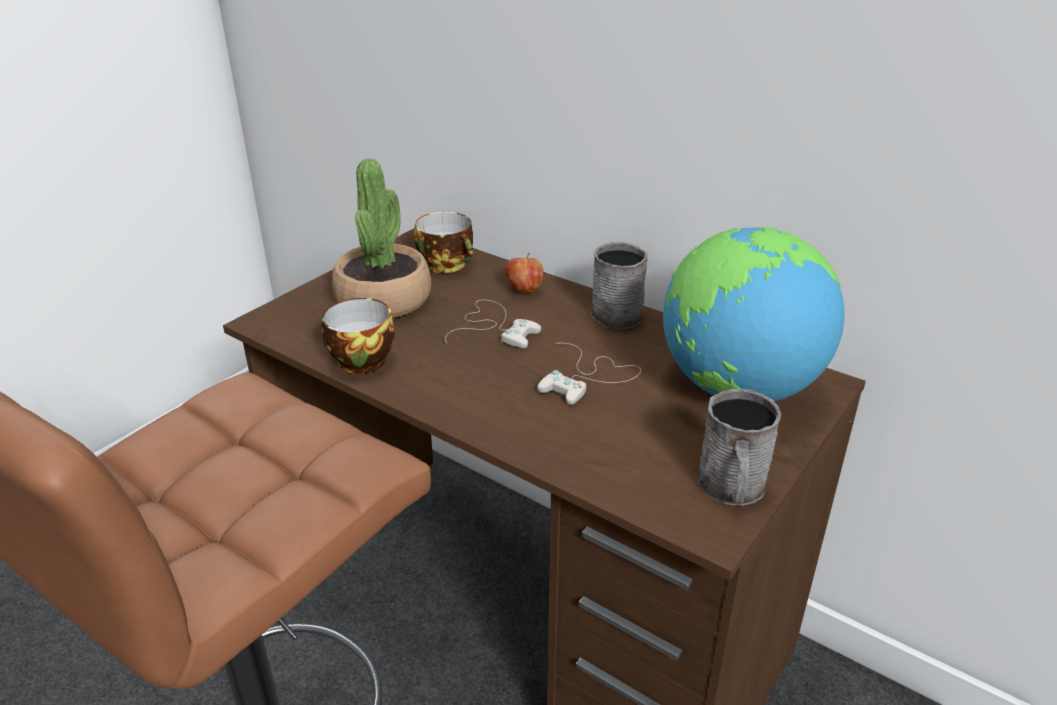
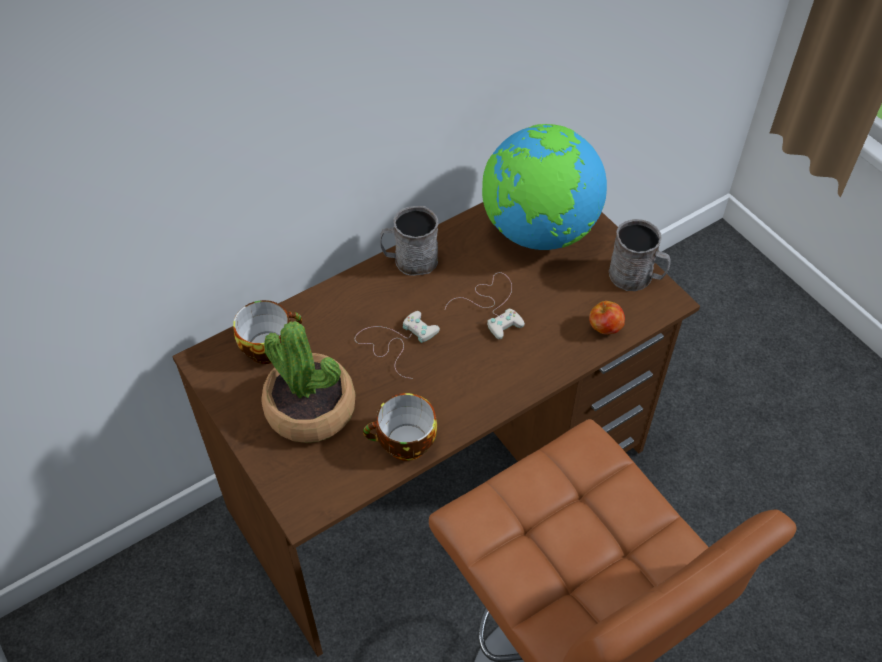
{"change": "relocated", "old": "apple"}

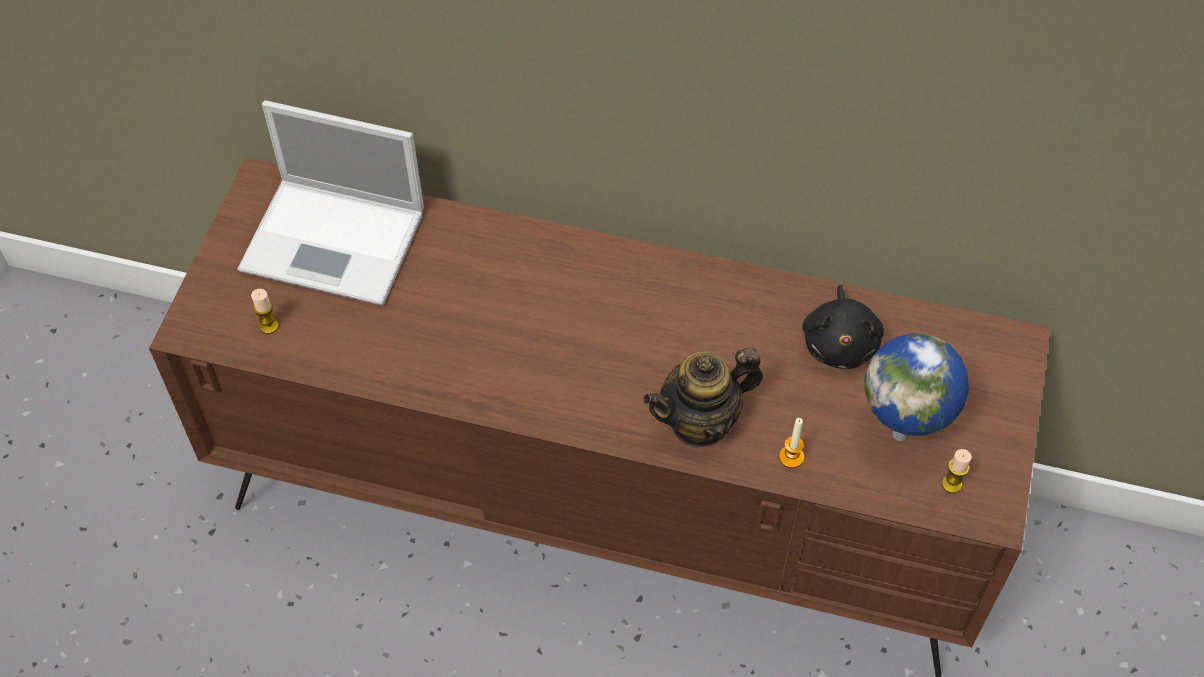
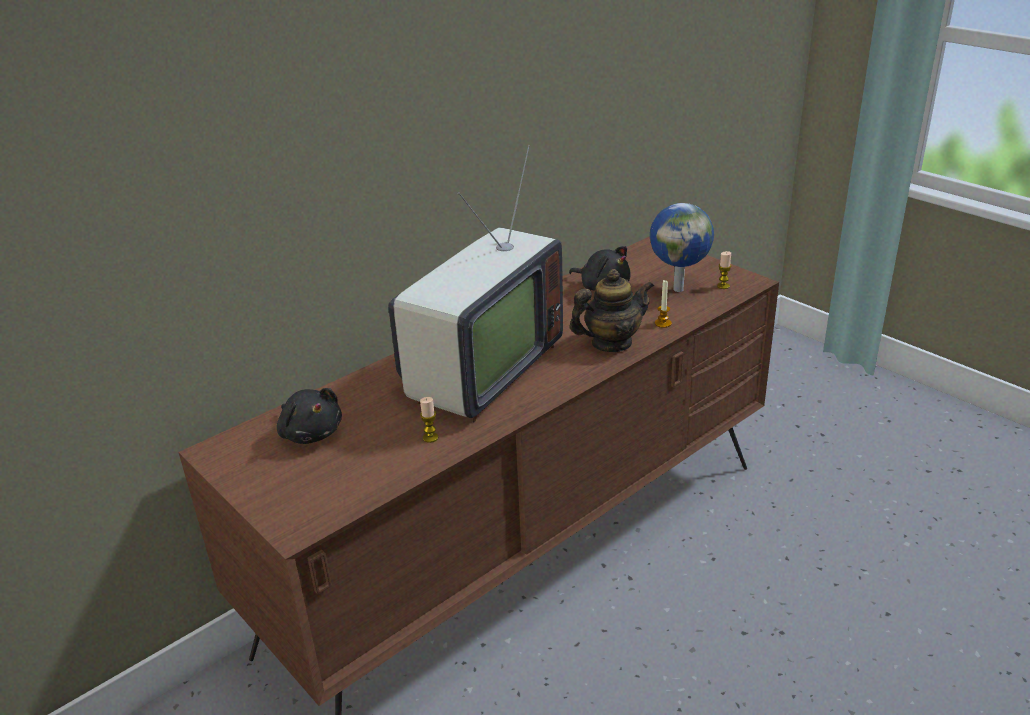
{"change": "exchanged", "old": "laptop", "new": "black plush toy (no. 1 from left)"}
{"change": "appeared", "new": "television"}
{"change": "relocated", "old": "candle (no. 1 from left)"}
{"change": "spun", "old": "teapot", "degrees": -120}

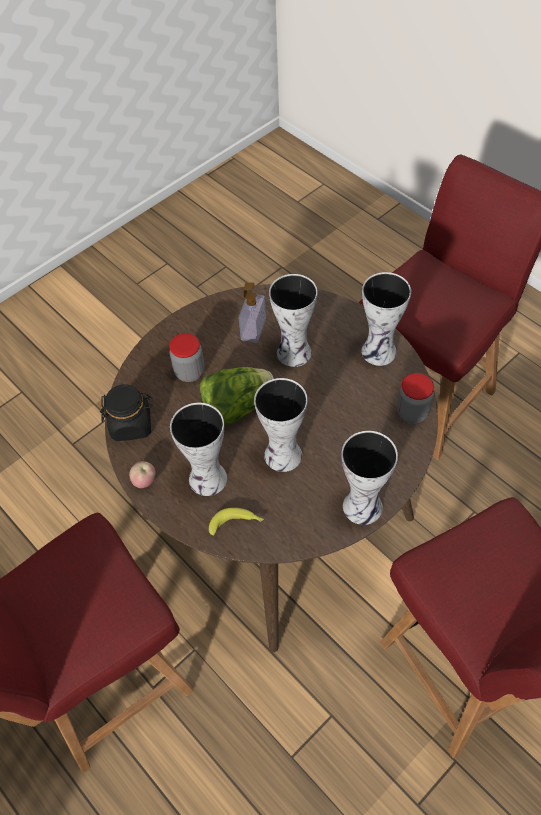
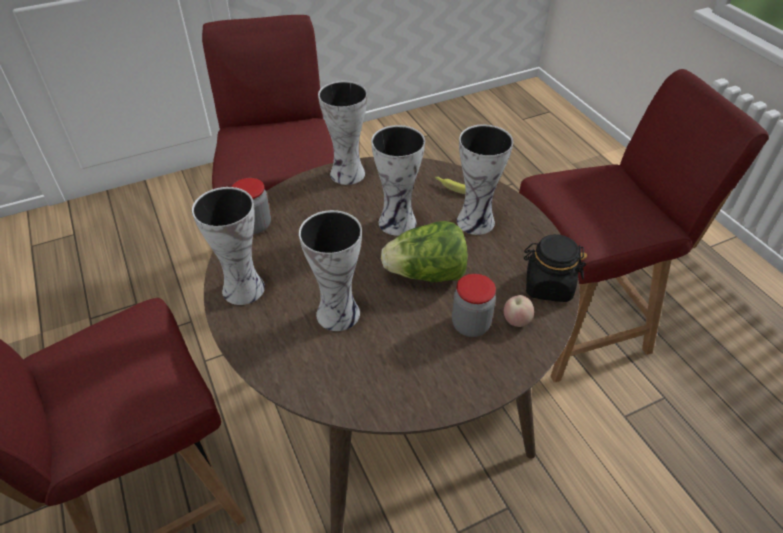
{"change": "relocated", "old": "apple"}
{"change": "missing", "old": "soap dispenser"}

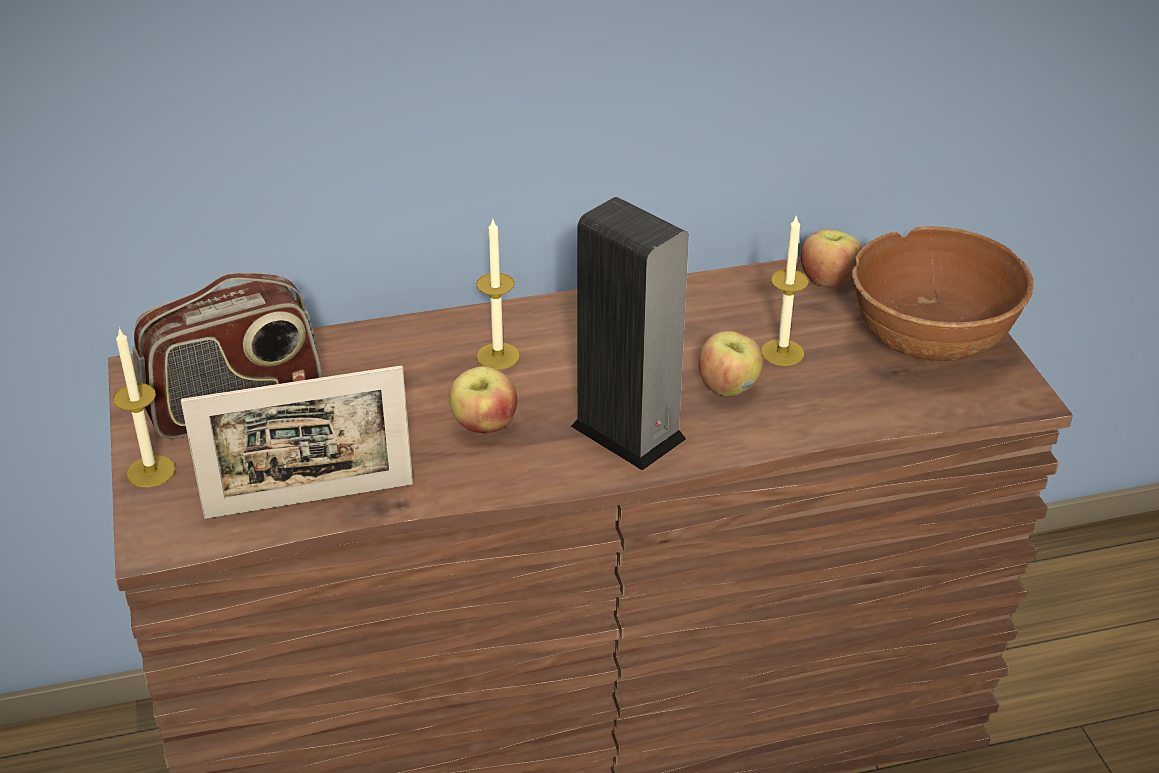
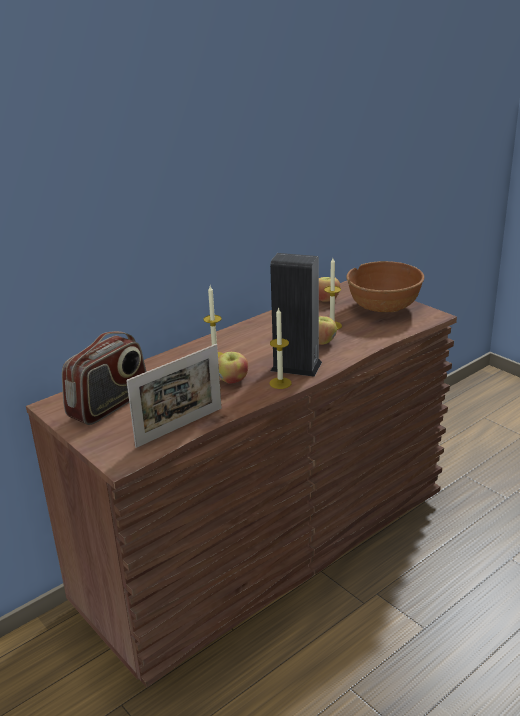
{"change": "relocated", "old": "candle (no. 1 from left in the first image)", "new": "candle (no. 2 from left)"}

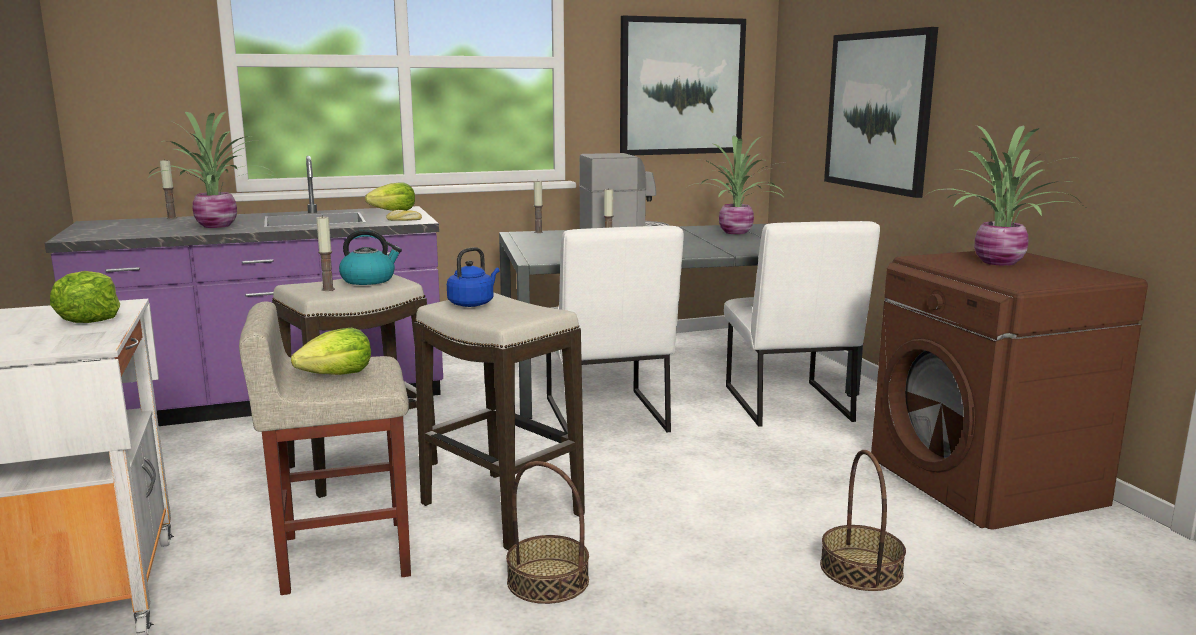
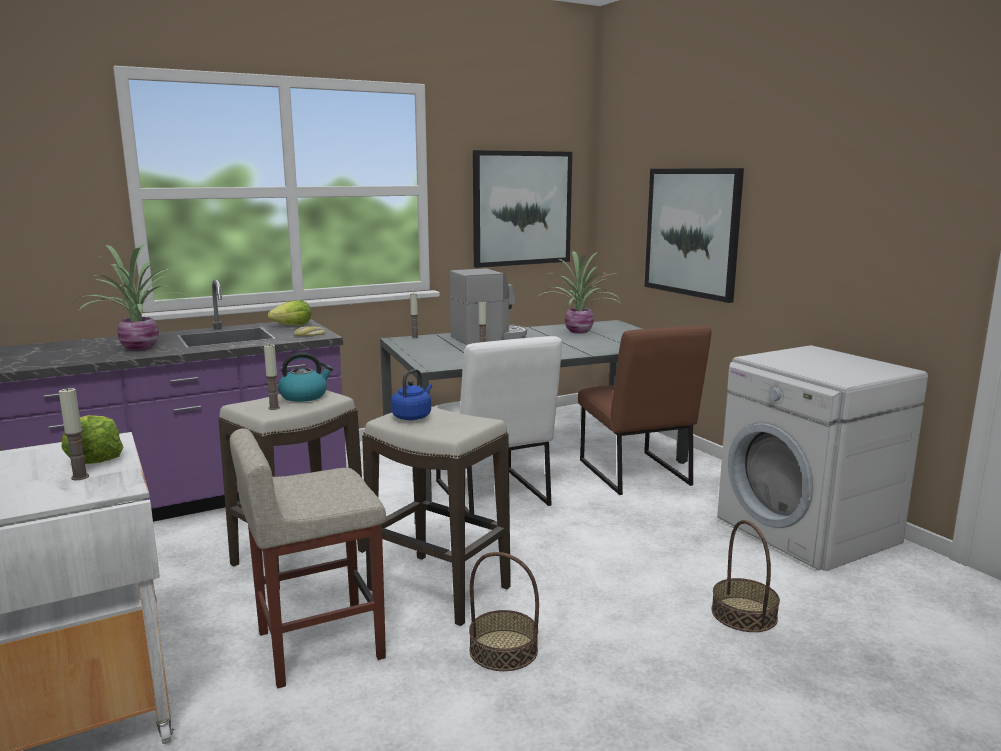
{"change": "relocated", "old": "candle (no. 1 from left)"}
{"change": "colour", "old": "white chair (no. 2 from left)", "new": "brown chair"}
{"change": "colour", "old": "brown washing machine", "new": "white washing machine"}
{"change": "missing", "old": "lettuce (no. 2 from left)"}
{"change": "missing", "old": "potted plant (no. 3 from left)"}

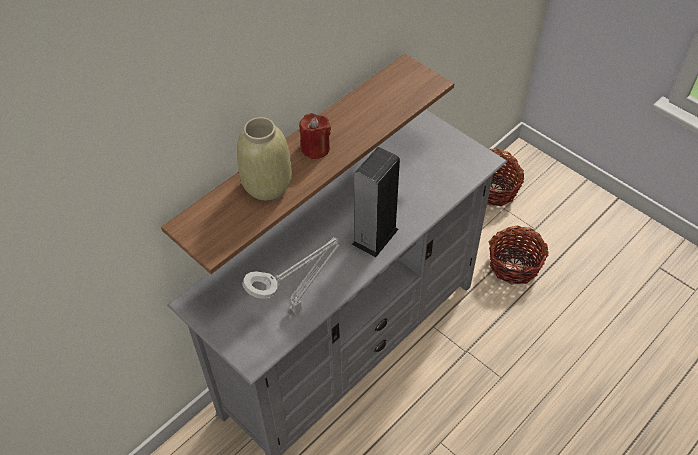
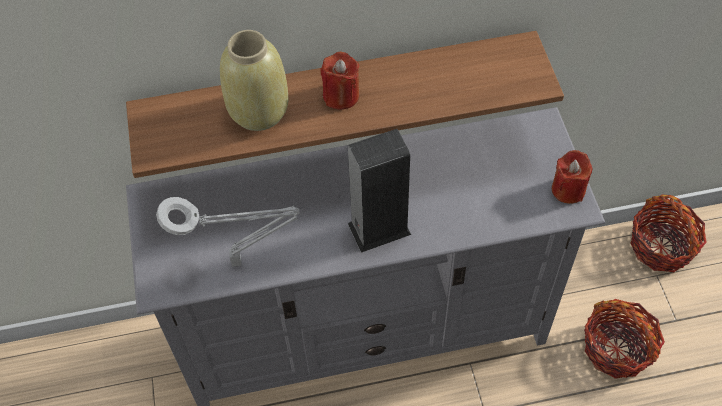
{"change": "appeared", "new": "red candle (no. 2 from left)"}

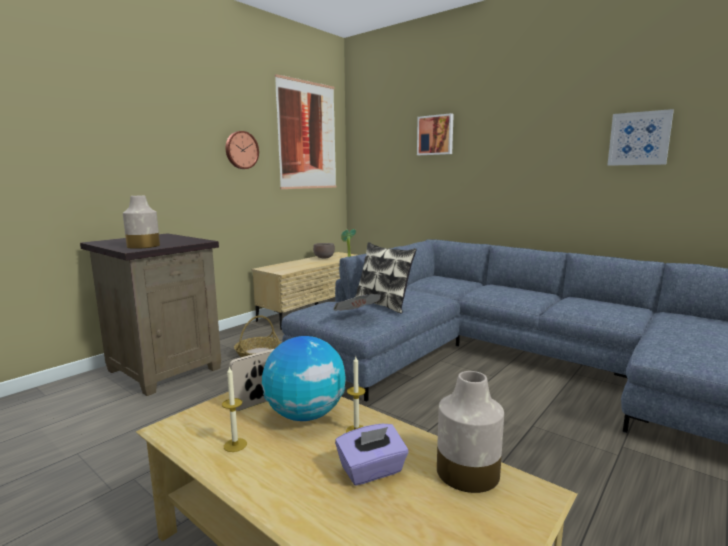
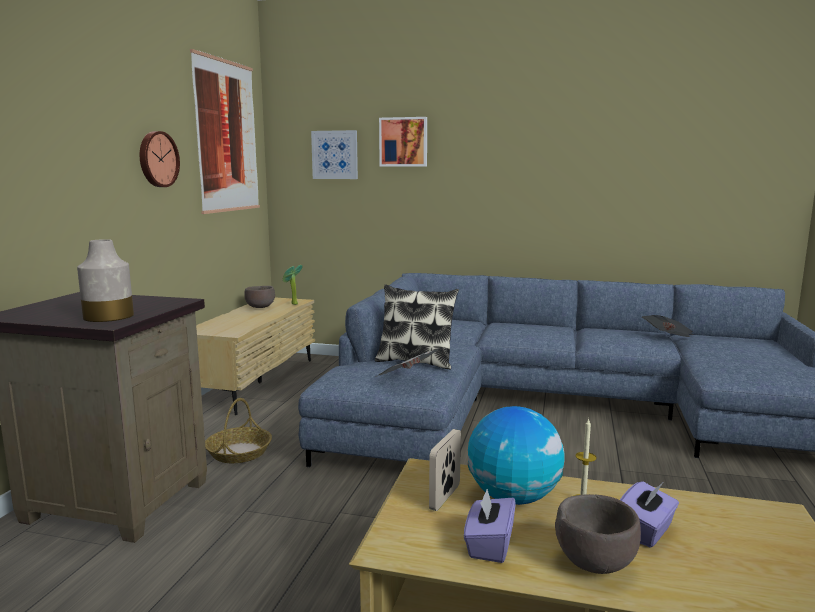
{"change": "relocated", "old": "picture (no. 3 from left in the first image)", "new": "picture (no. 2 from left)"}
{"change": "exchanged", "old": "candle (no. 1 from left)", "new": "purple tissue box (no. 1 from left)"}
{"change": "appeared", "new": "brown bowl (no. 2 from left)"}
{"change": "appeared", "new": "newspaper (no. 2 from left)"}
{"change": "missing", "old": "beige vase (no. 2 from left)"}

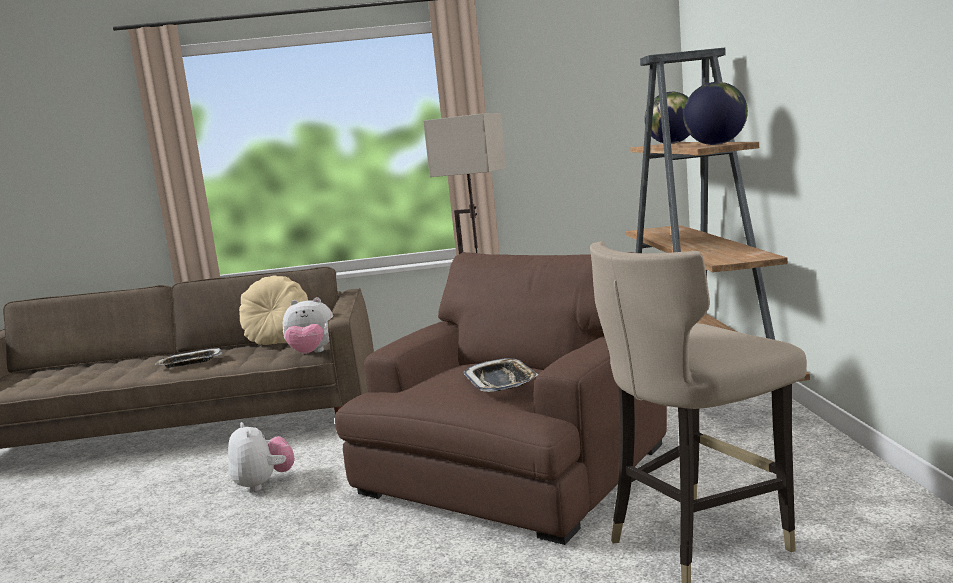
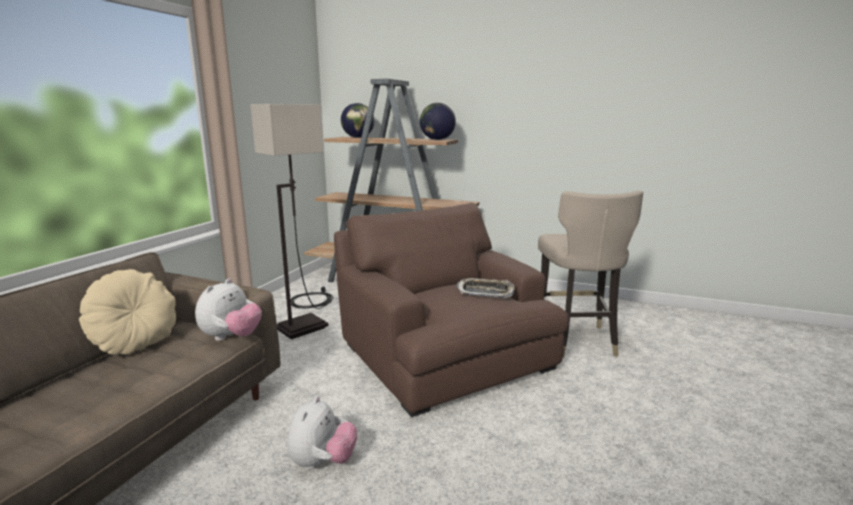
{"change": "spun", "old": "plush toy (no. 1 from left in the first image)", "degrees": 105}
{"change": "missing", "old": "tray (no. 1 from left)"}

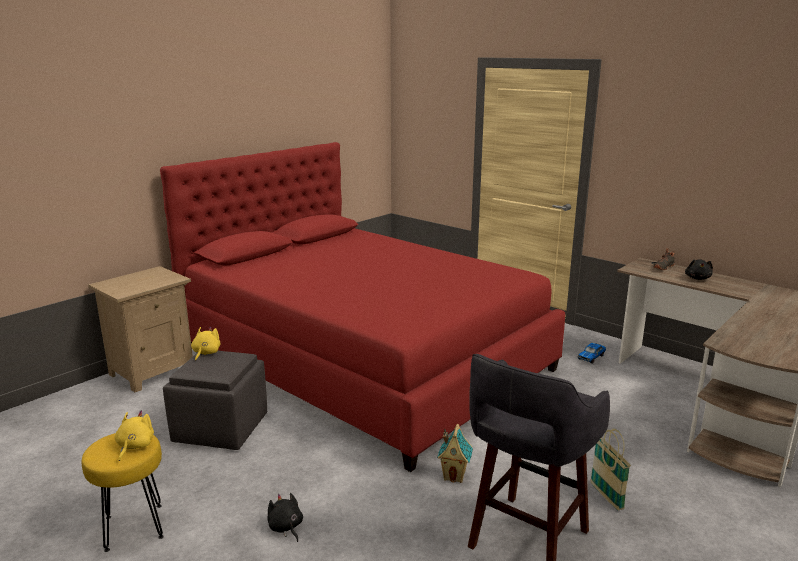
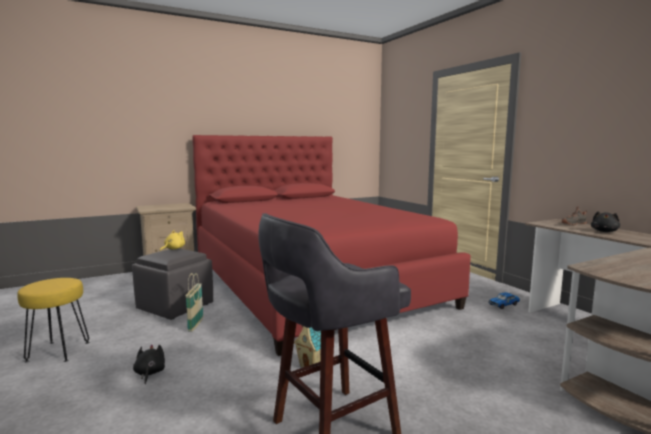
{"change": "relocated", "old": "basket"}
{"change": "missing", "old": "yellow plush toy (no. 1 from left)"}

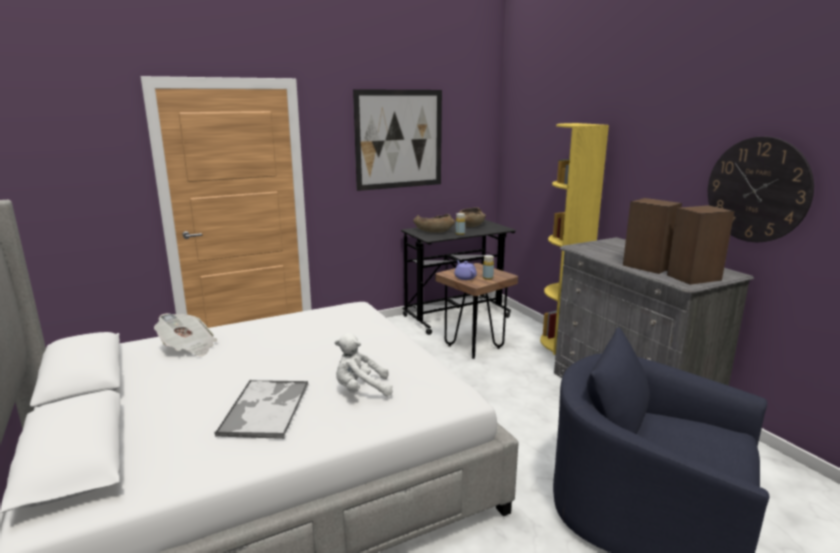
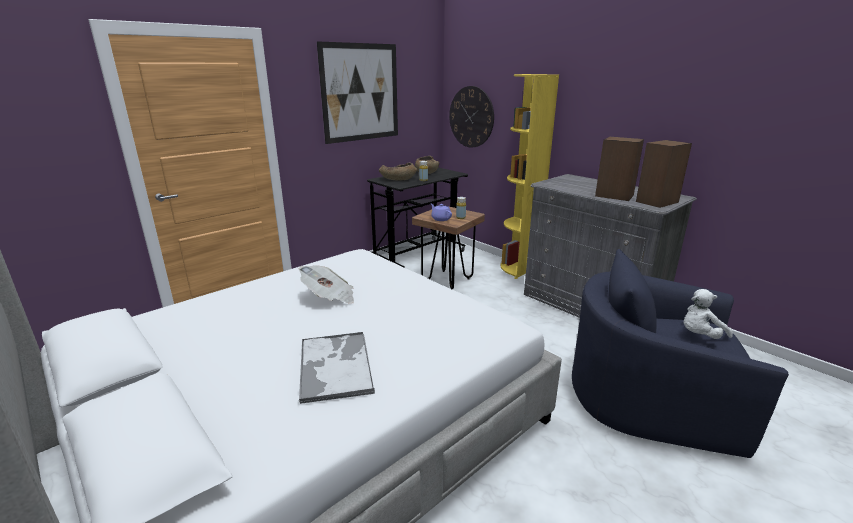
{"change": "relocated", "old": "newspaper"}
{"change": "relocated", "old": "wall clock"}
{"change": "relocated", "old": "white plush toy"}

